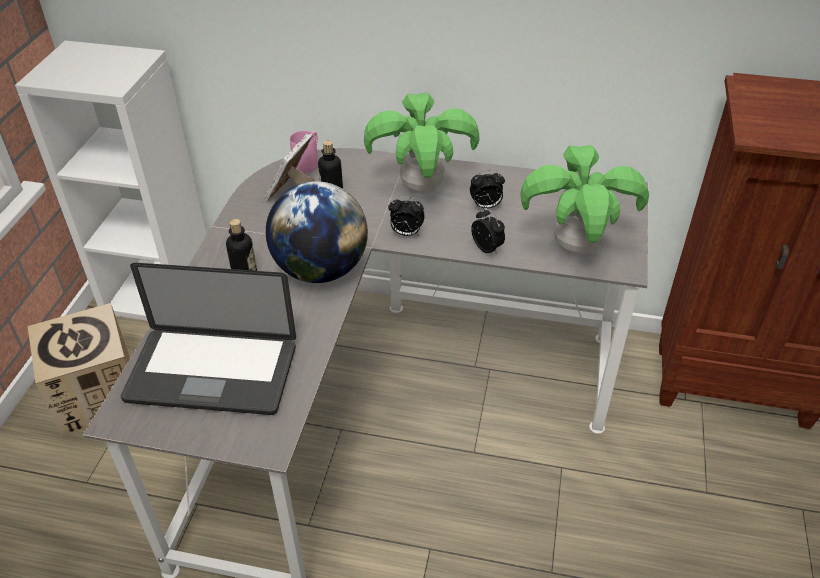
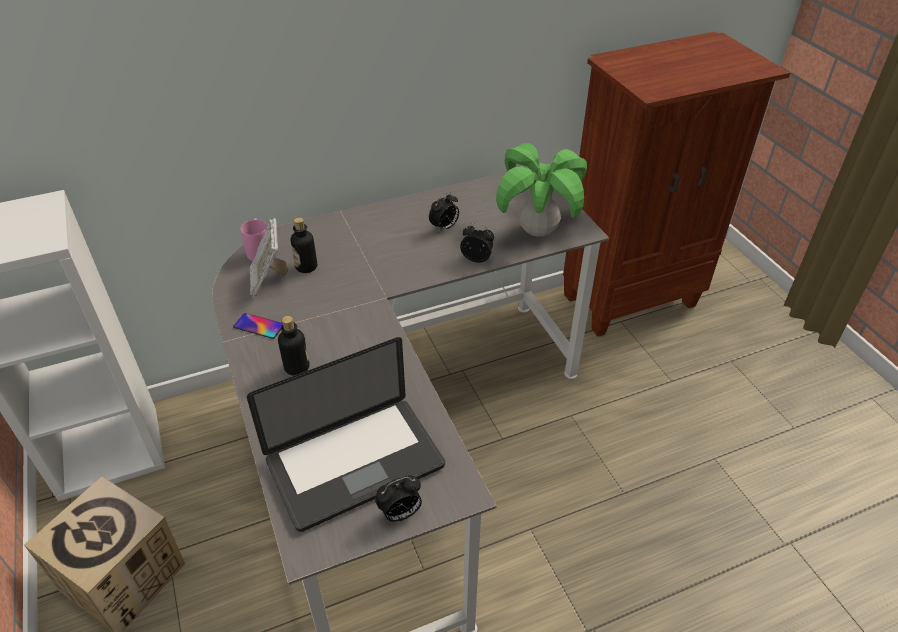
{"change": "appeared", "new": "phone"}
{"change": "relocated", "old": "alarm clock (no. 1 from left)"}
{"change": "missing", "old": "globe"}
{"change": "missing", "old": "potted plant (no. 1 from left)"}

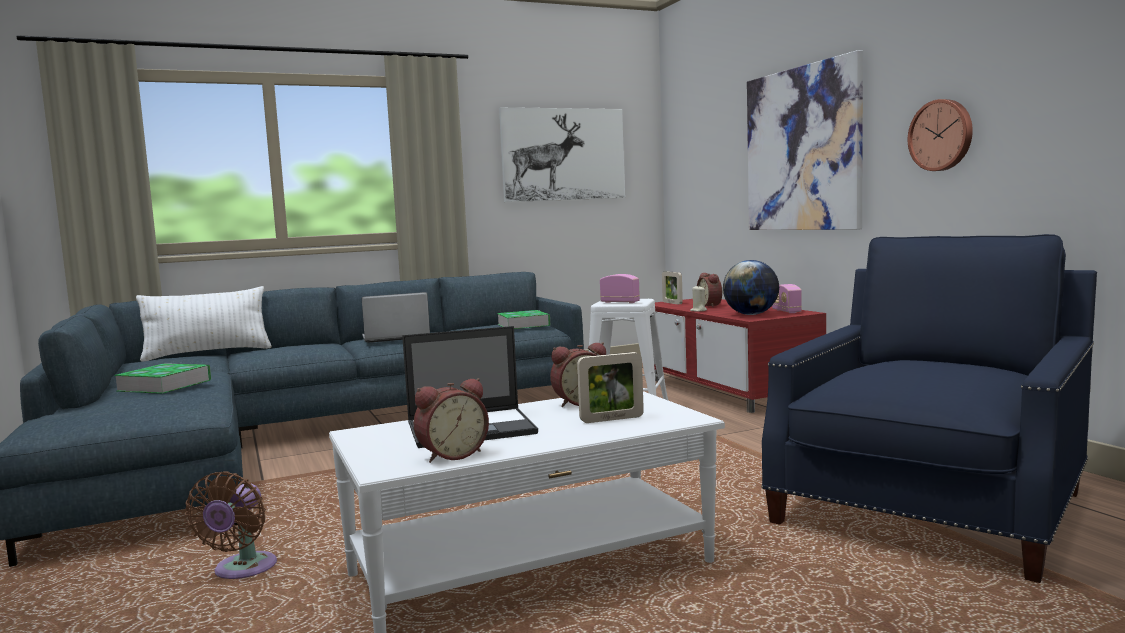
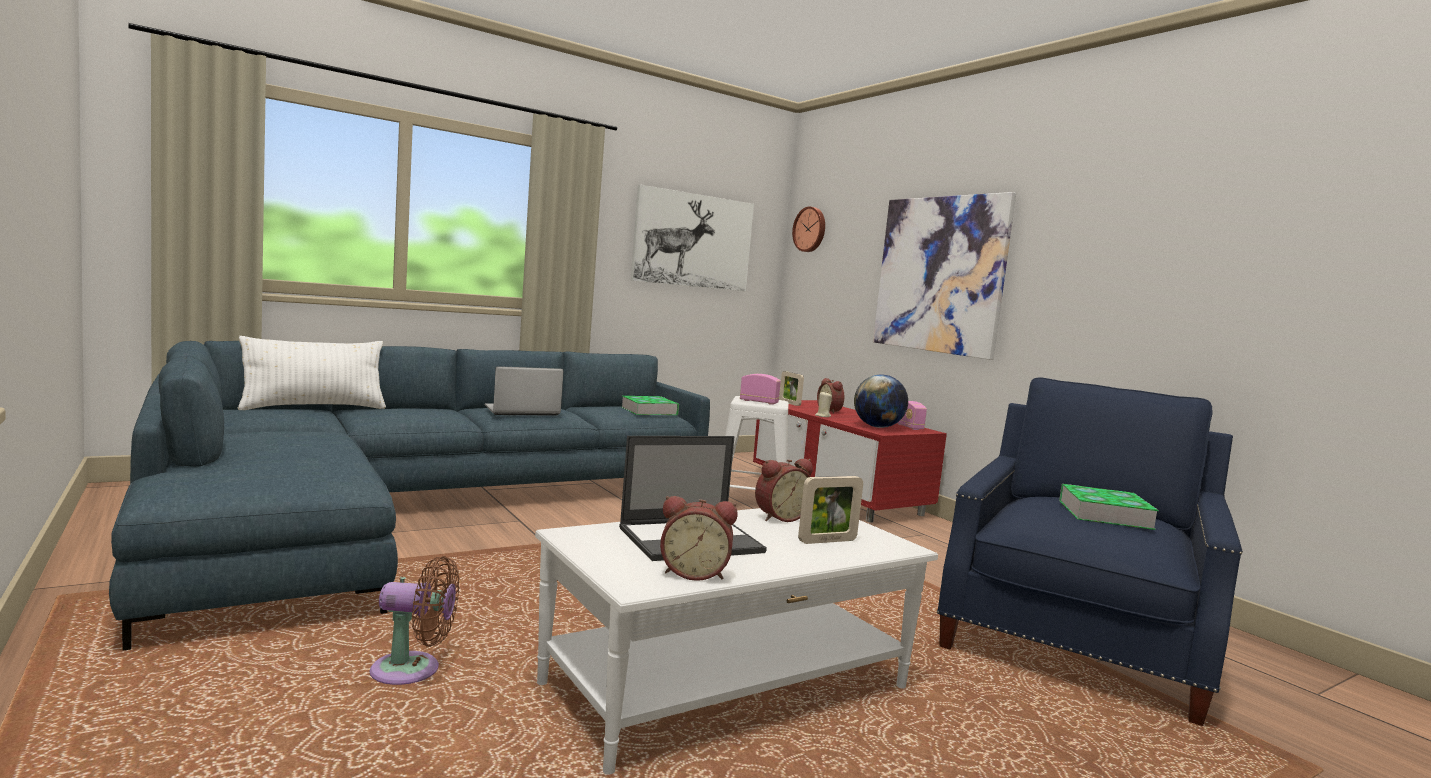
{"change": "spun", "old": "brown fan", "degrees": -90}
{"change": "spun", "old": "alarm clock (no. 1 from left)", "degrees": 45}
{"change": "relocated", "old": "wall clock"}
{"change": "relocated", "old": "book (no. 1 from left in the first image)", "new": "book (no. 2 from left)"}

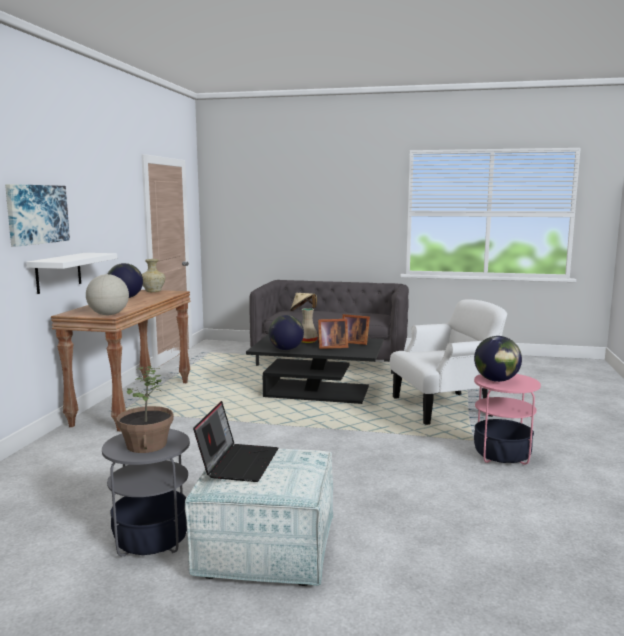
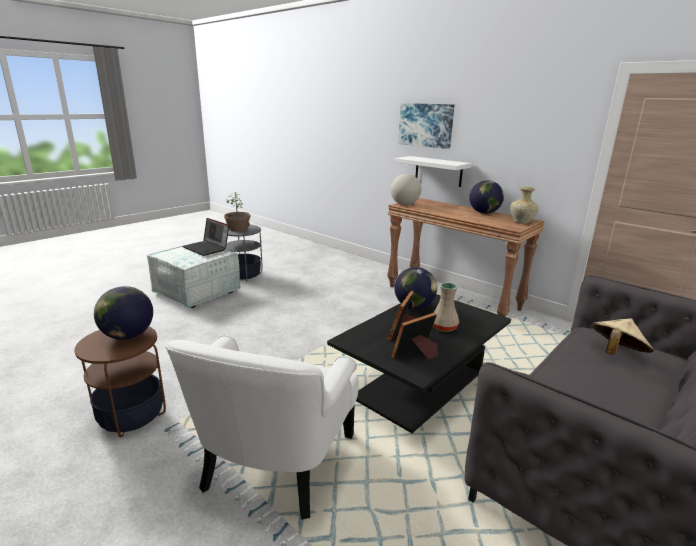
{"change": "colour", "old": "pink side table", "new": "brown side table"}

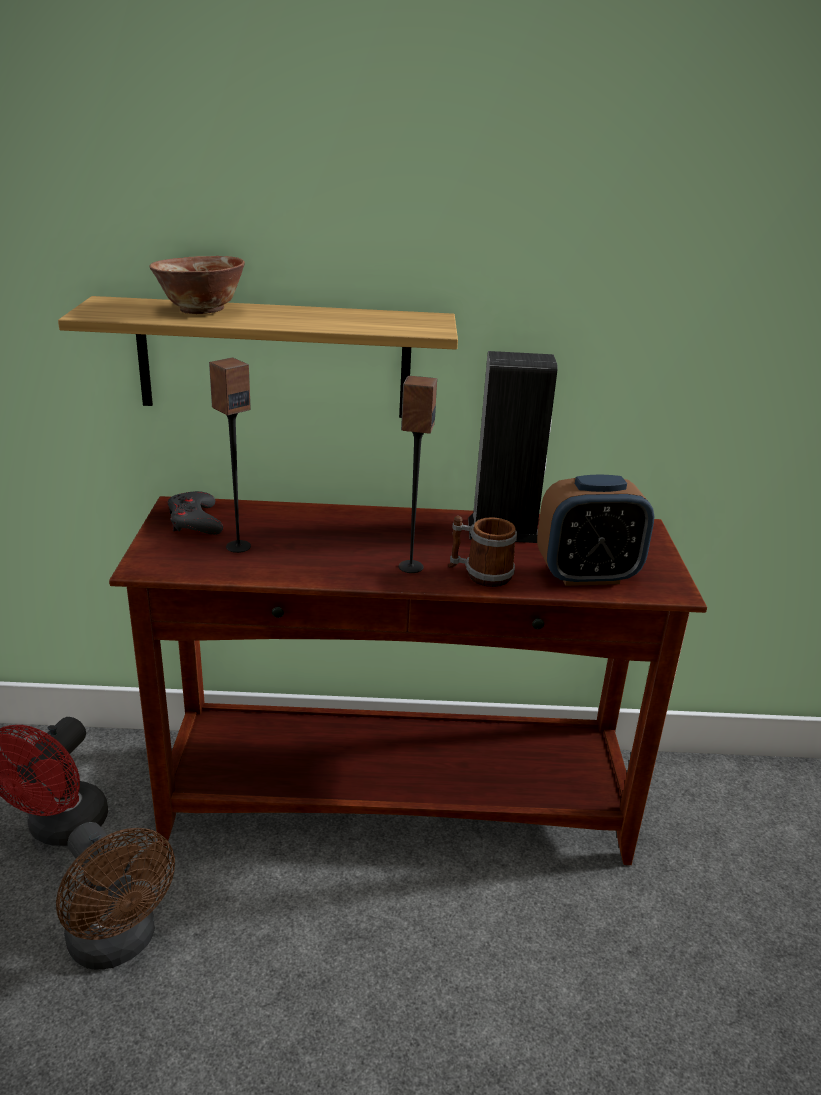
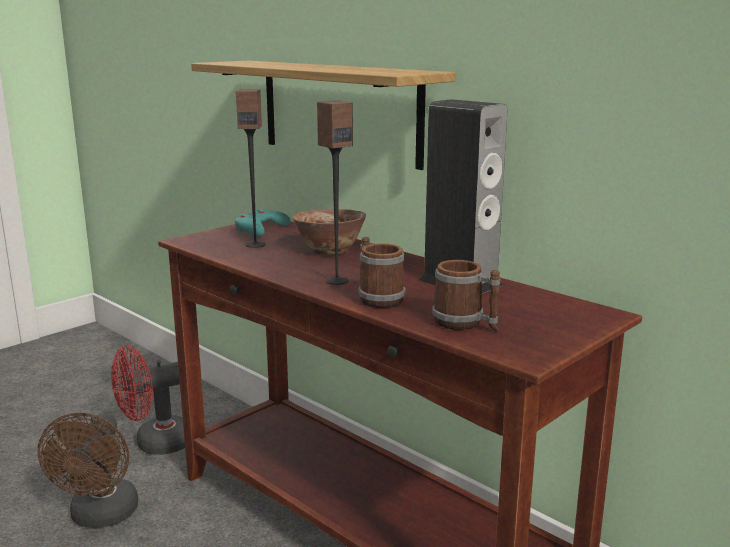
{"change": "colour", "old": "grey game controller", "new": "turquoise game controller"}
{"change": "relocated", "old": "bowl"}
{"change": "exchanged", "old": "alarm clock", "new": "mug (no. 2 from left)"}

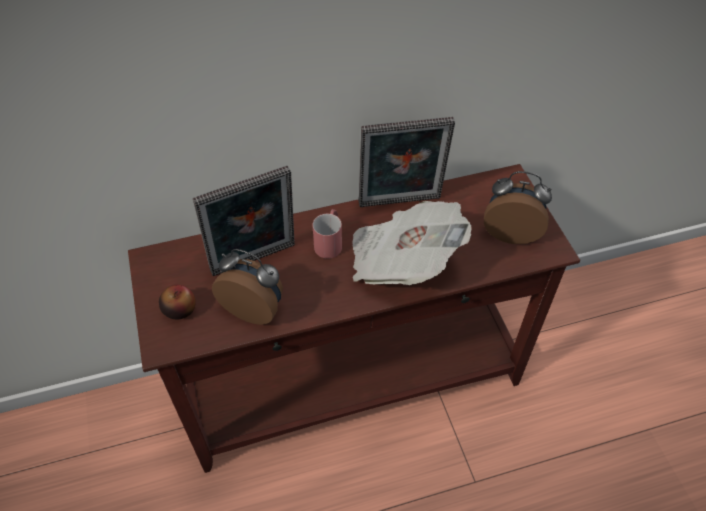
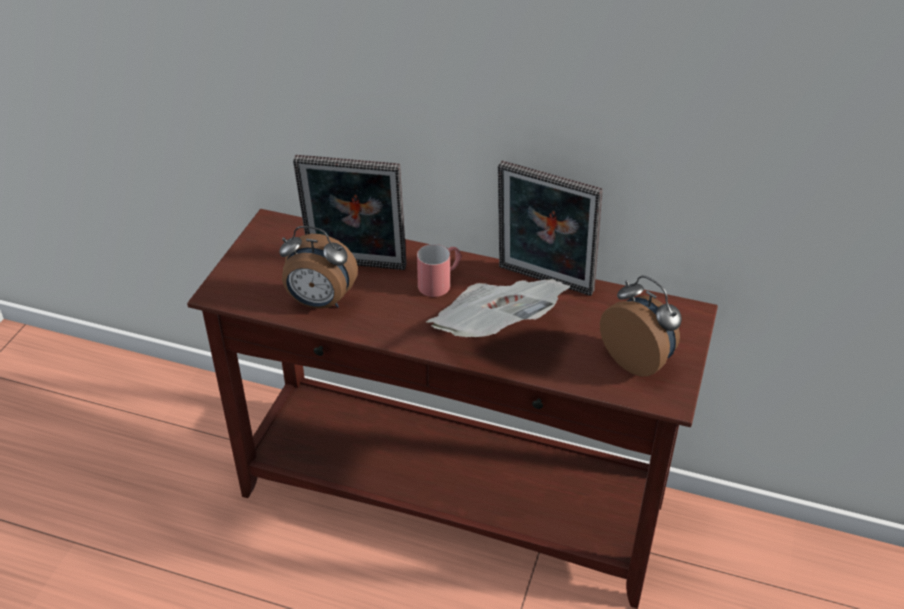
{"change": "spun", "old": "alarm clock (no. 1 from left)", "degrees": 135}
{"change": "missing", "old": "apple"}

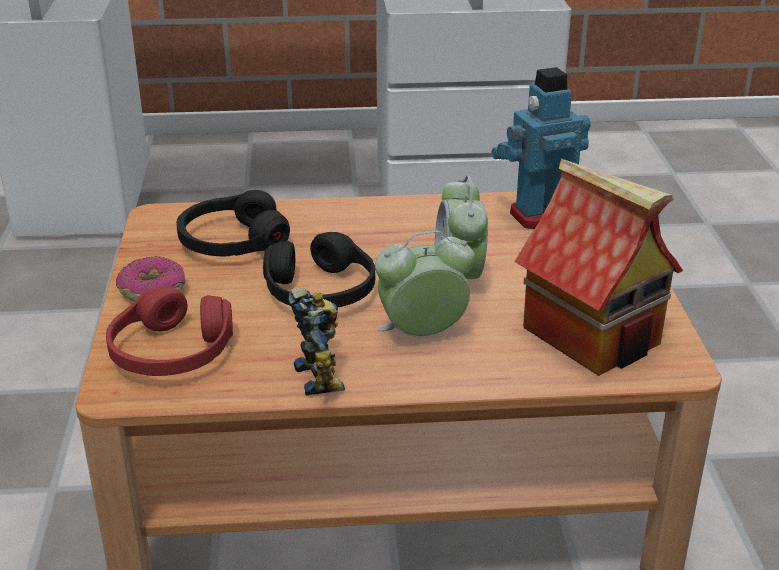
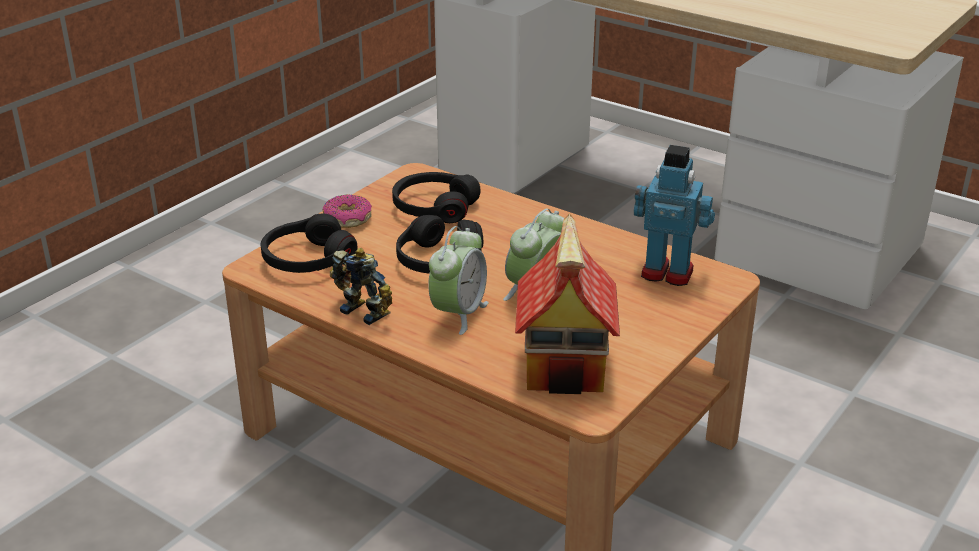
{"change": "colour", "old": "red headphones", "new": "black headphones (no. 1 from left)"}
{"change": "spun", "old": "toy robot (no. 1 from left)", "degrees": -75}
{"change": "spun", "old": "alarm clock (no. 1 from left)", "degrees": 90}

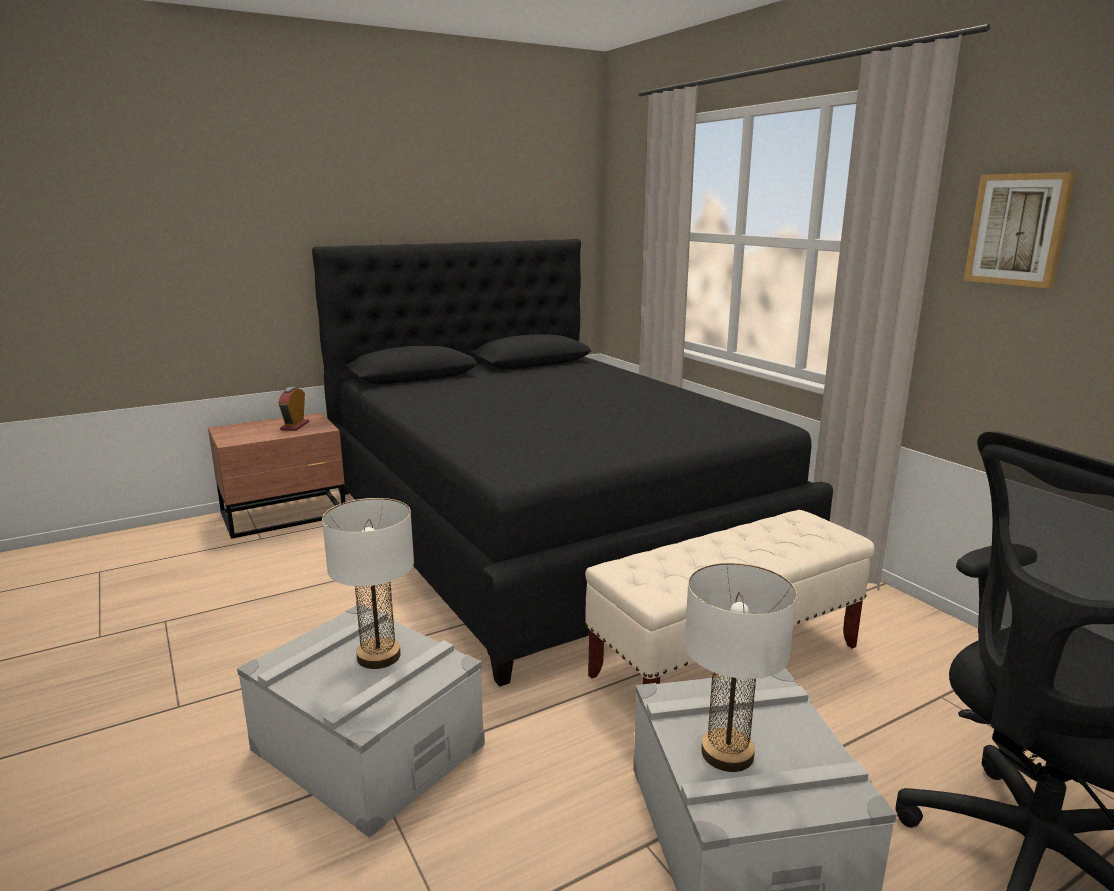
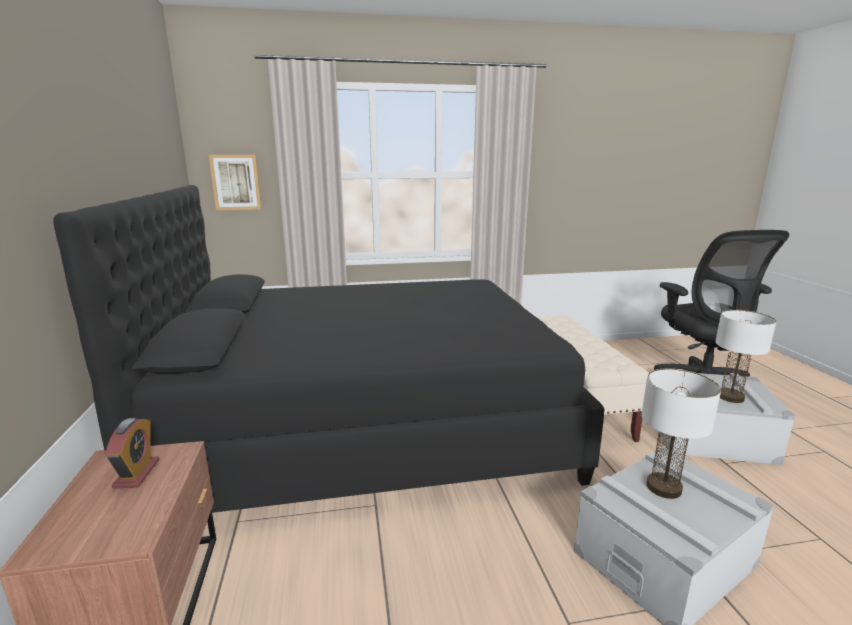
{"change": "spun", "old": "alarm clock", "degrees": -120}
{"change": "relocated", "old": "picture"}

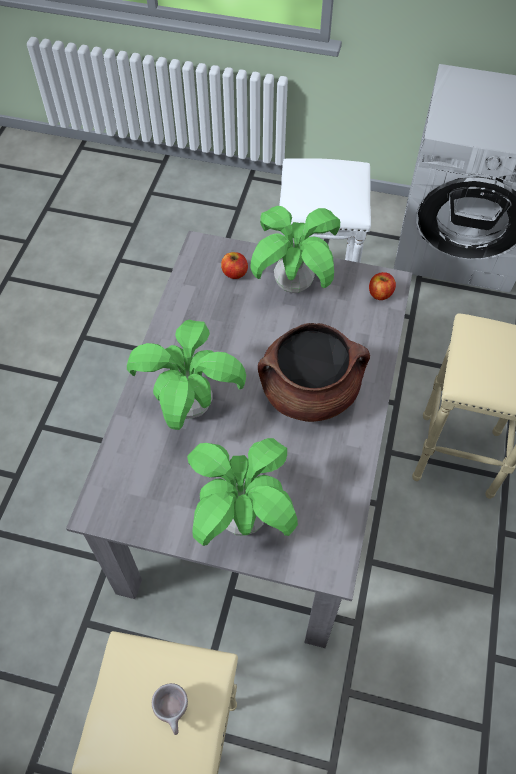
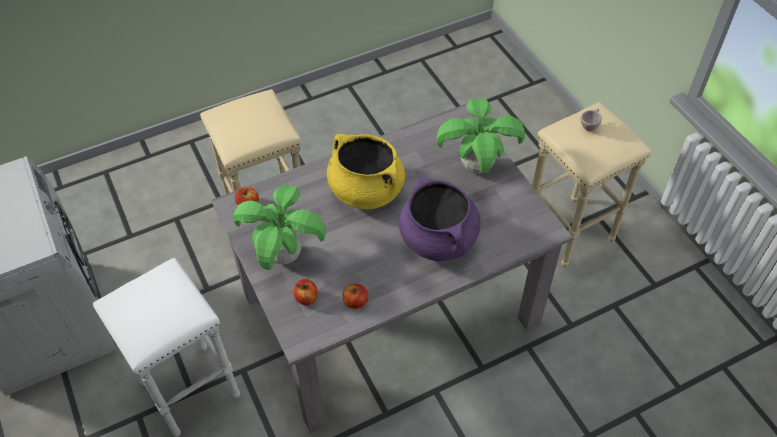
{"change": "colour", "old": "brown cooking pot", "new": "yellow cooking pot"}
{"change": "appeared", "new": "apple (no. 3 from left)"}
{"change": "exchanged", "old": "potted plant (no. 1 from left)", "new": "purple cooking pot"}

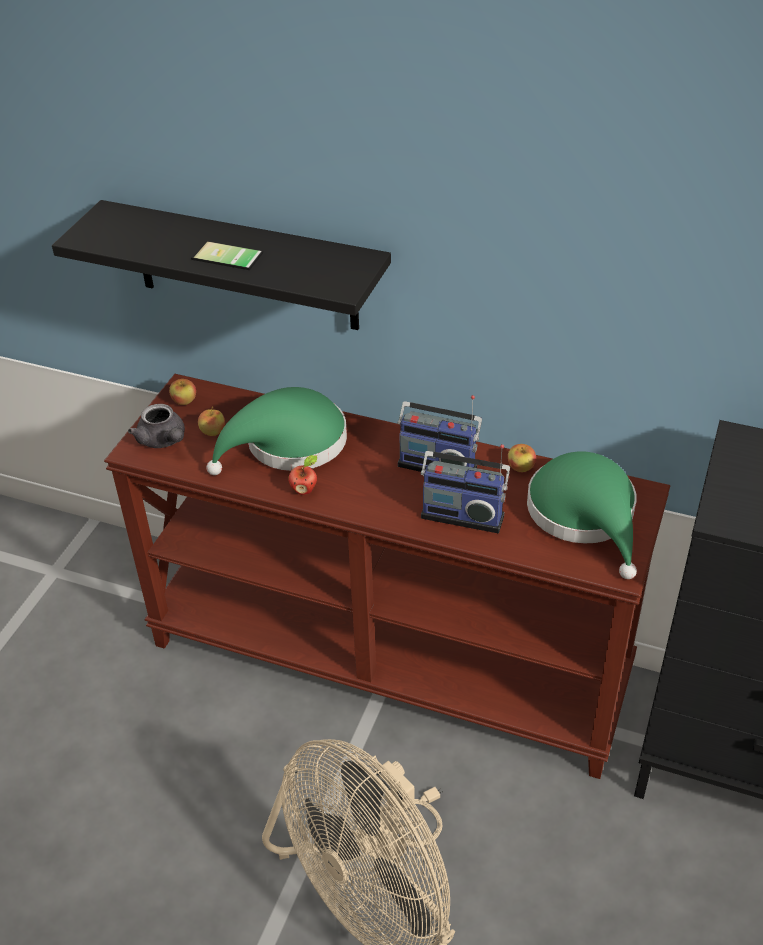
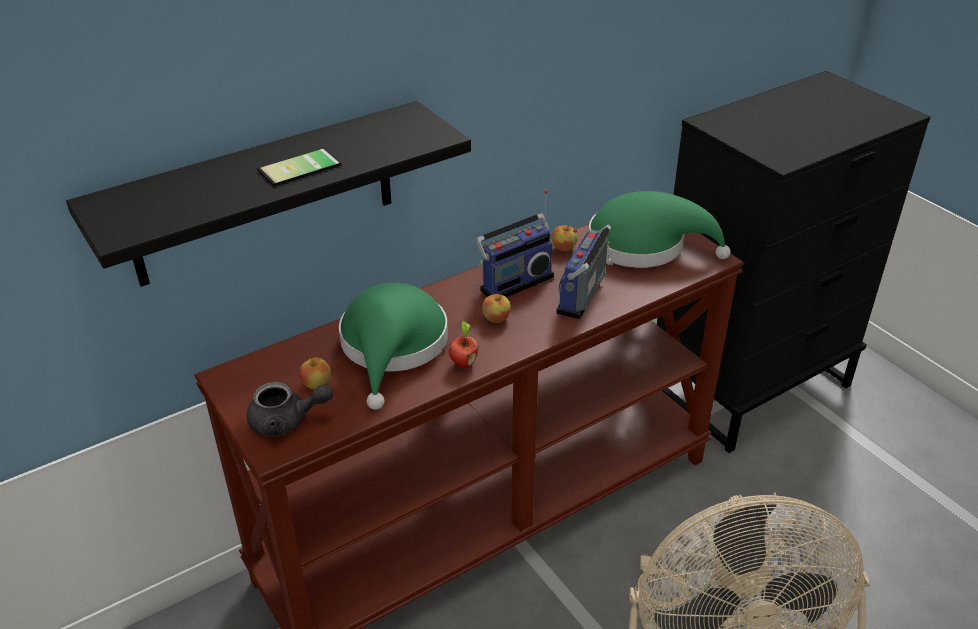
{"change": "relocated", "old": "apple (no. 1 from left in the first image)", "new": "apple (no. 3 from left)"}
{"change": "spun", "old": "radio (no. 2 from left)", "degrees": 150}

